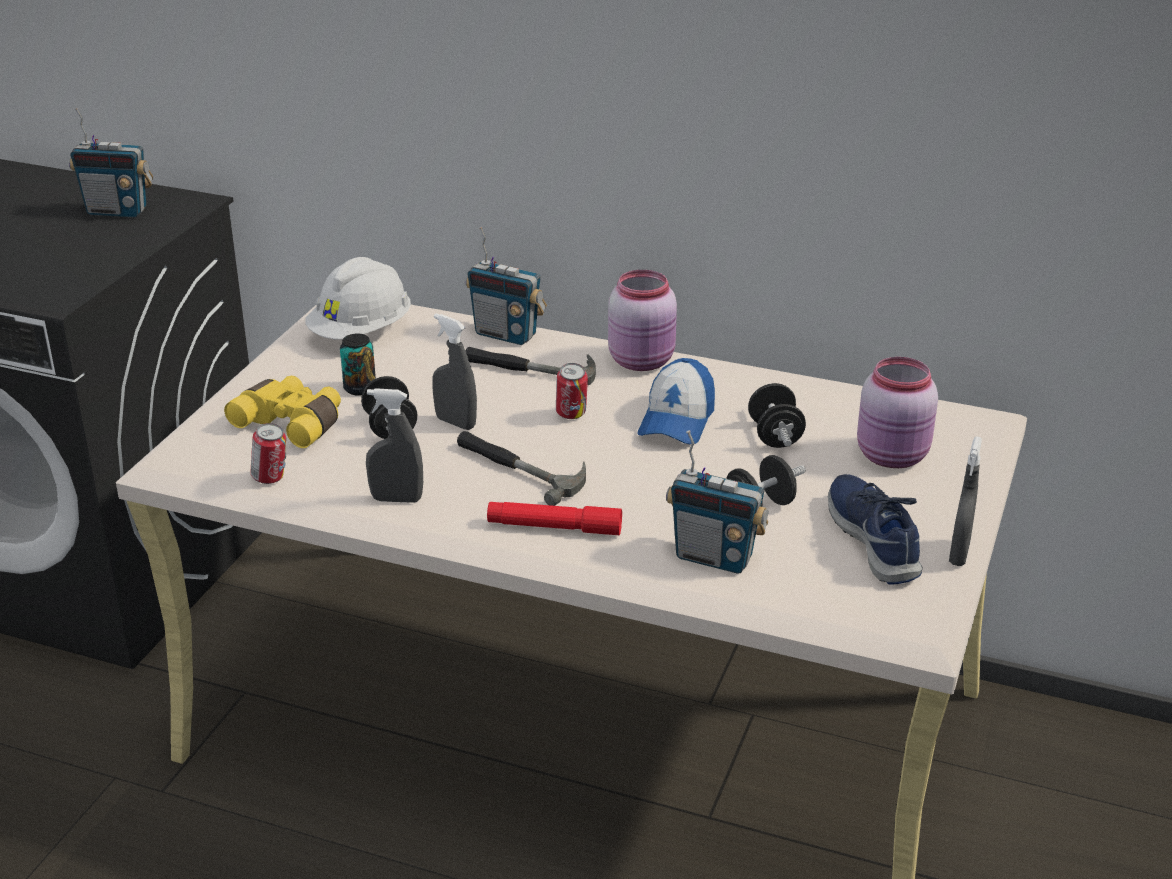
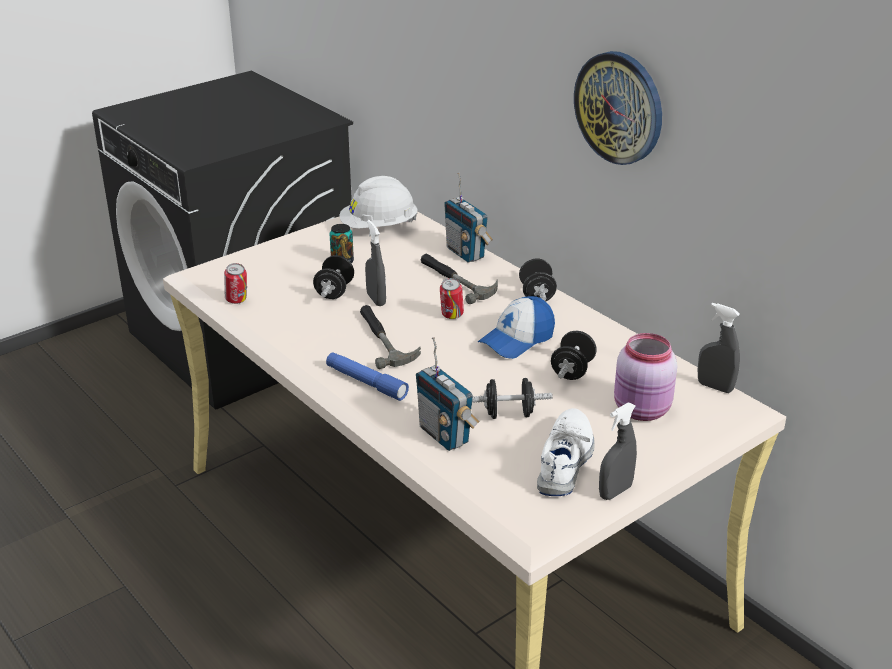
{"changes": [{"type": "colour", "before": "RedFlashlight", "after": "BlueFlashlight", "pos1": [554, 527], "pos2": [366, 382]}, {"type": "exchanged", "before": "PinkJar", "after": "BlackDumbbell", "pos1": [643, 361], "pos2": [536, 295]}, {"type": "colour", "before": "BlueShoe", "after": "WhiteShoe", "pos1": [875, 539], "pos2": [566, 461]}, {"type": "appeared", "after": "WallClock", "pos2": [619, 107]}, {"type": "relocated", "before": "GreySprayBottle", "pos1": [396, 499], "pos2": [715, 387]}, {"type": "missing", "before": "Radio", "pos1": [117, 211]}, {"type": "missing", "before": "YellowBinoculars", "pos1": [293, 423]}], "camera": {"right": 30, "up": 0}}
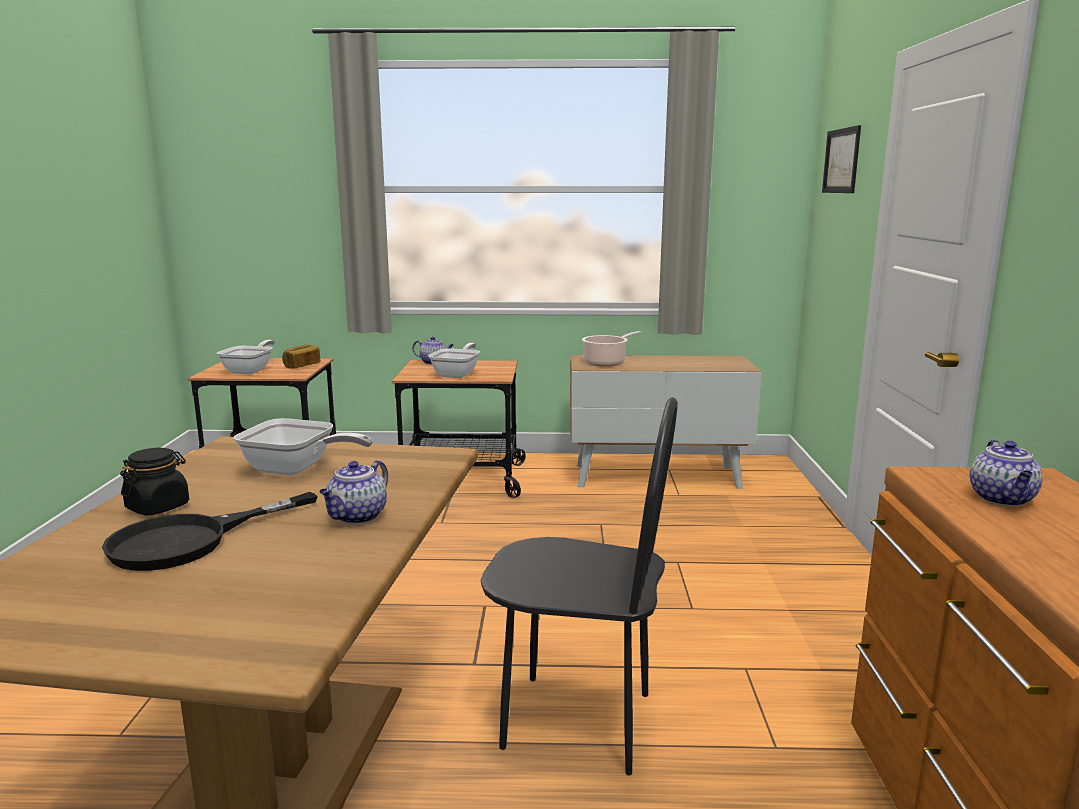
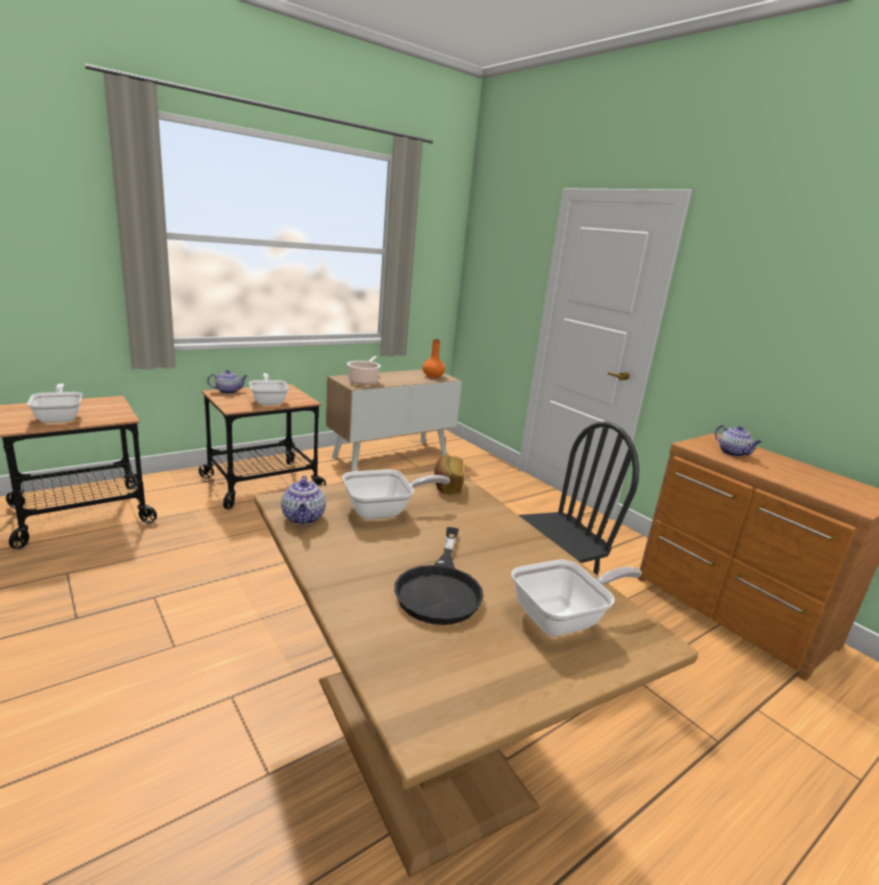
{"changes": [{"type": "relocated", "before": "Teapot", "pos1": [357, 517], "pos2": [304, 518]}, {"type": "appeared", "after": "OrangeVase", "pos2": [433, 376]}, {"type": "relocated", "before": "Bread", "pos1": [301, 366], "pos2": [447, 485]}, {"type": "appeared", "after": "FryingPan", "pos2": [564, 619]}, {"type": "missing", "before": "BlackJar", "pos1": [158, 507]}, {"type": "missing", "before": "Picture", "pos1": [841, 161]}], "camera": {"right": -40, "up": 5}}
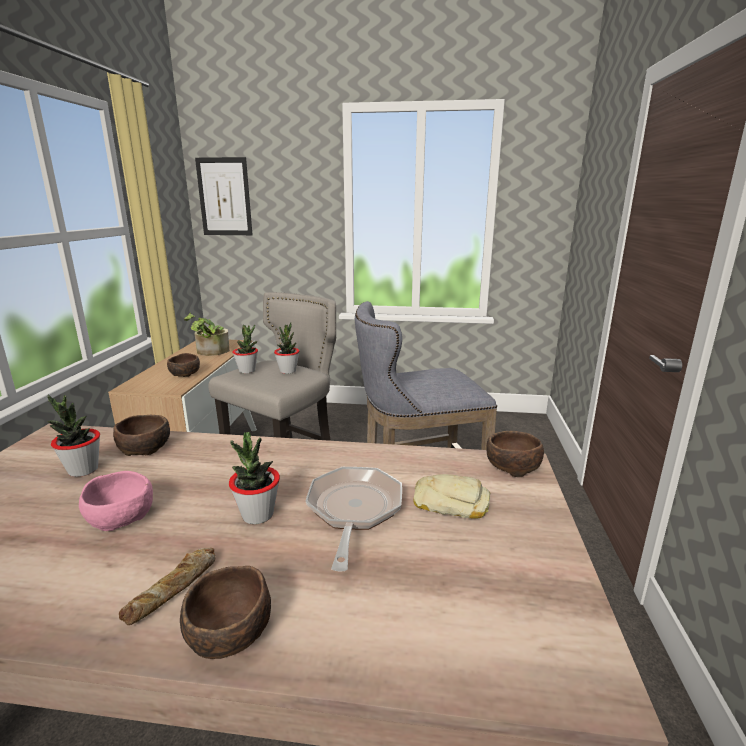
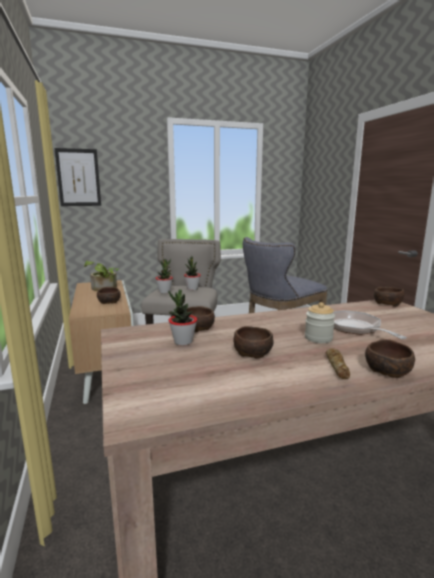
{"changes": [{"type": "colour", "before": "PinkBowl", "after": "BrownBowl", "pos1": [122, 517], "pos2": [254, 352]}, {"type": "exchanged", "before": "PottedPlant", "after": "Jar", "pos1": [257, 515], "pos2": [318, 338]}, {"type": "missing", "before": "Bread", "pos1": [450, 503]}], "camera": {"right": -25, "up": -5}}
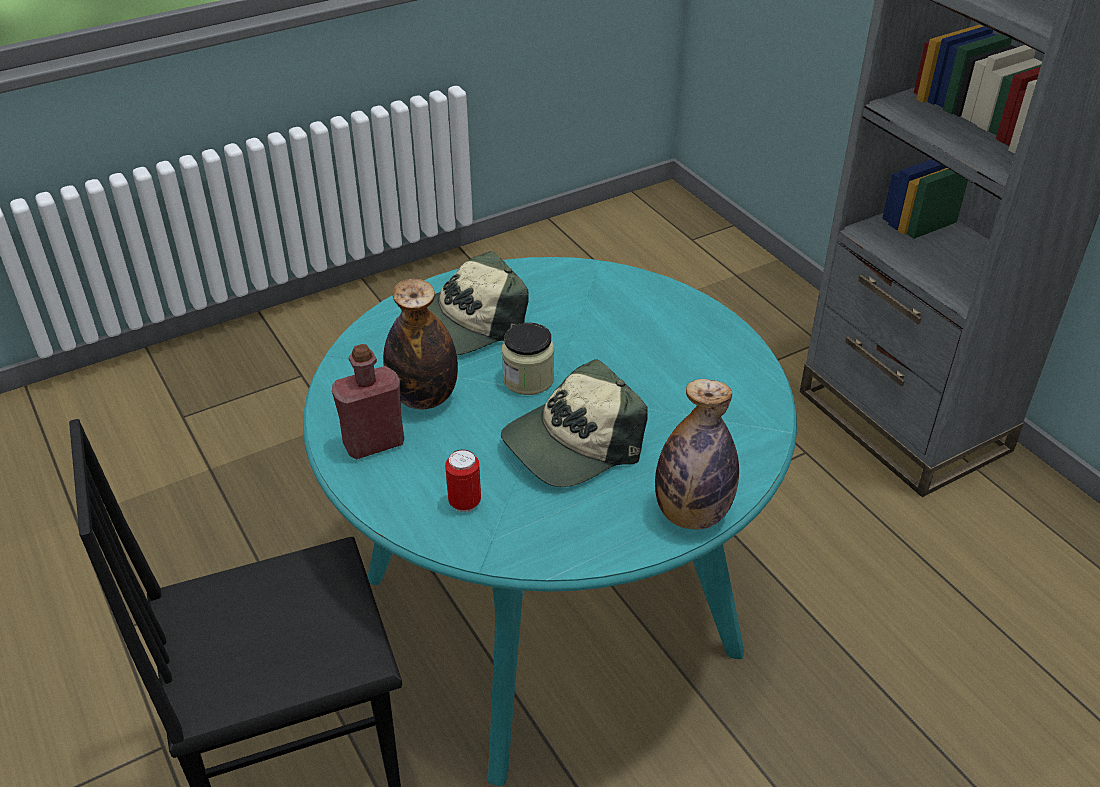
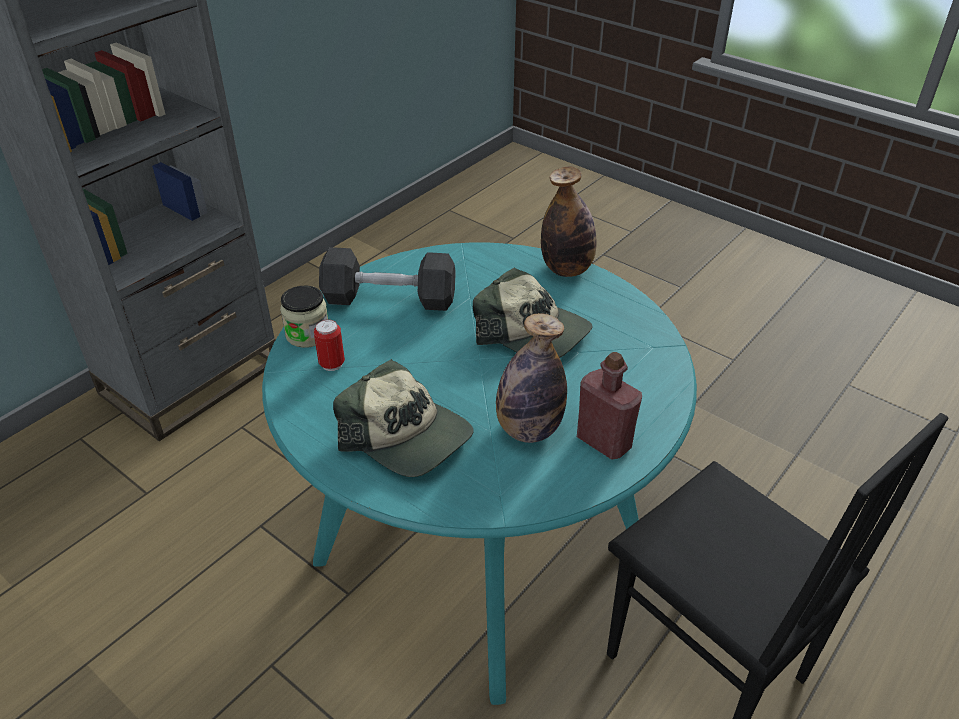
{"changes": [{"type": "relocated", "before": "Jar", "pos1": [528, 379], "pos2": [308, 334]}, {"type": "relocated", "before": "Can", "pos1": [465, 503], "pos2": [332, 364]}, {"type": "appeared", "after": "GreyDumbbell", "pos2": [389, 298]}], "camera": {"right": -110, "up": 0}}
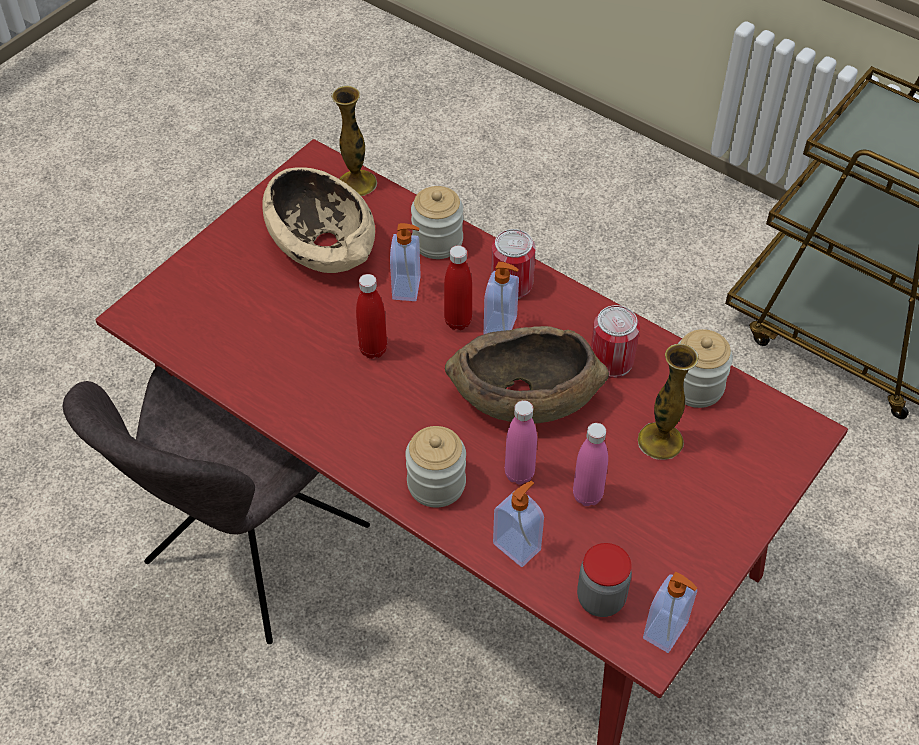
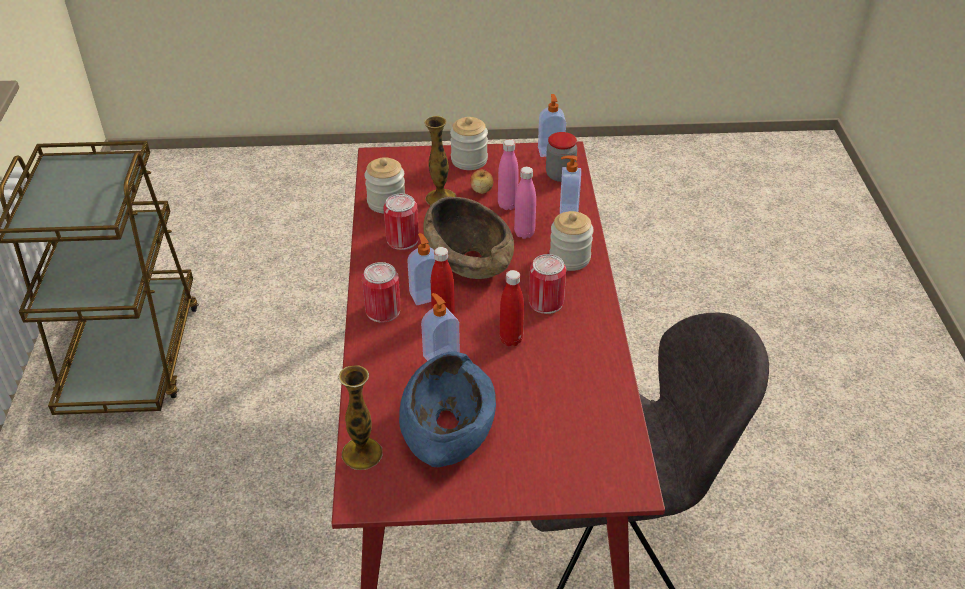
{"changes": [{"type": "colour", "before": "BeigeBowl", "after": "BlueBowl", "pos1": [322, 243], "pos2": [447, 429]}, {"type": "relocated", "before": "Jar", "pos1": [437, 241], "pos2": [469, 160]}, {"type": "appeared", "after": "Apple", "pos2": [481, 190]}, {"type": "appeared", "after": "Can", "pos2": [546, 302]}], "camera": {"right": -130, "up": -10}}
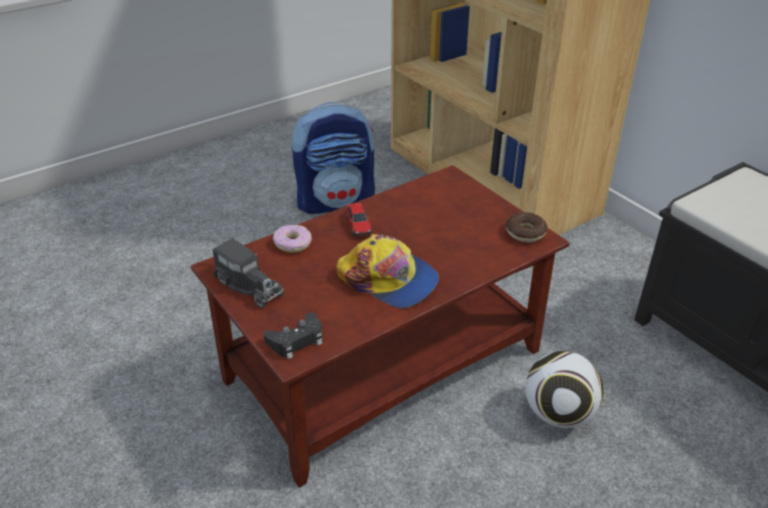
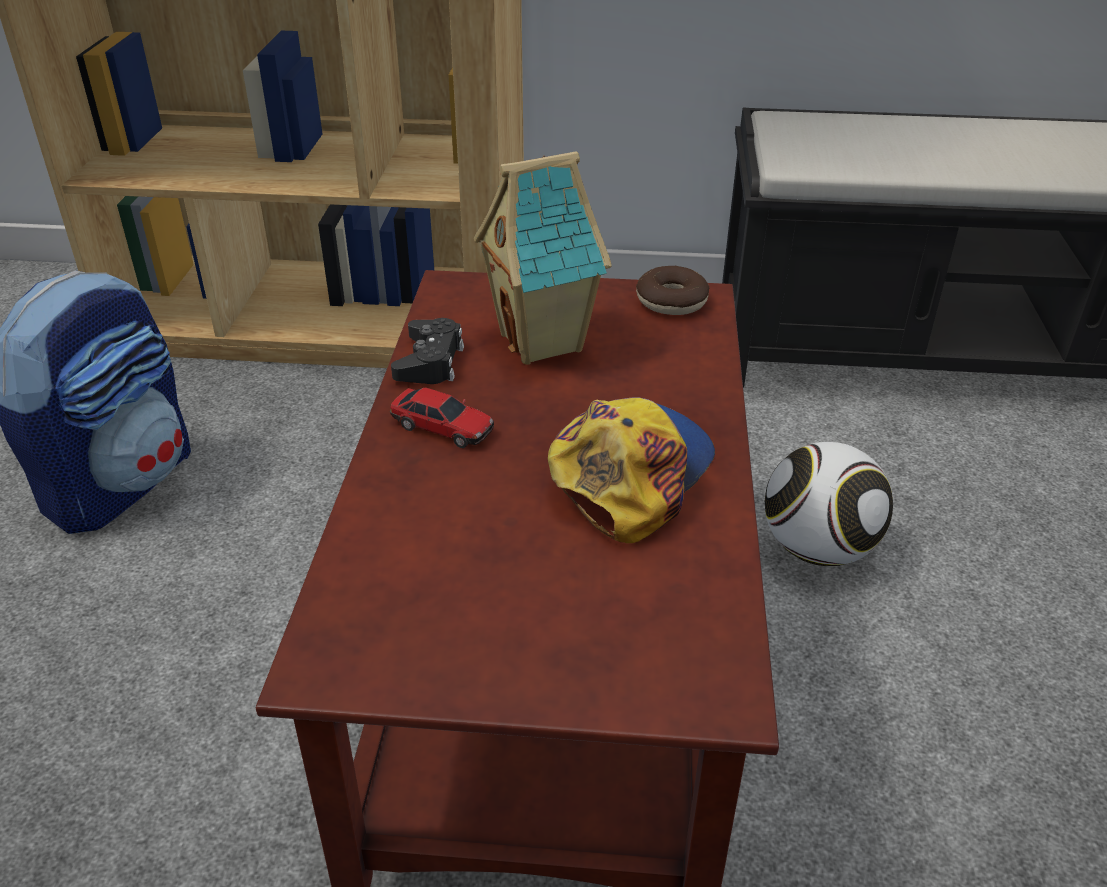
{"changes": [{"type": "relocated", "before": "BlackGameController", "pos1": [296, 340], "pos2": [430, 361]}, {"type": "appeared", "after": "ToyHouse", "pos2": [544, 342]}, {"type": "spun", "before": "Cap", "pos1": [389, 279], "pos2": [629, 472], "turn": -45}, {"type": "missing", "before": "ToyTruck", "pos1": [247, 285]}, {"type": "missing", "before": "Donut", "pos1": [293, 243]}], "camera": {"right": -50, "up": 0}}
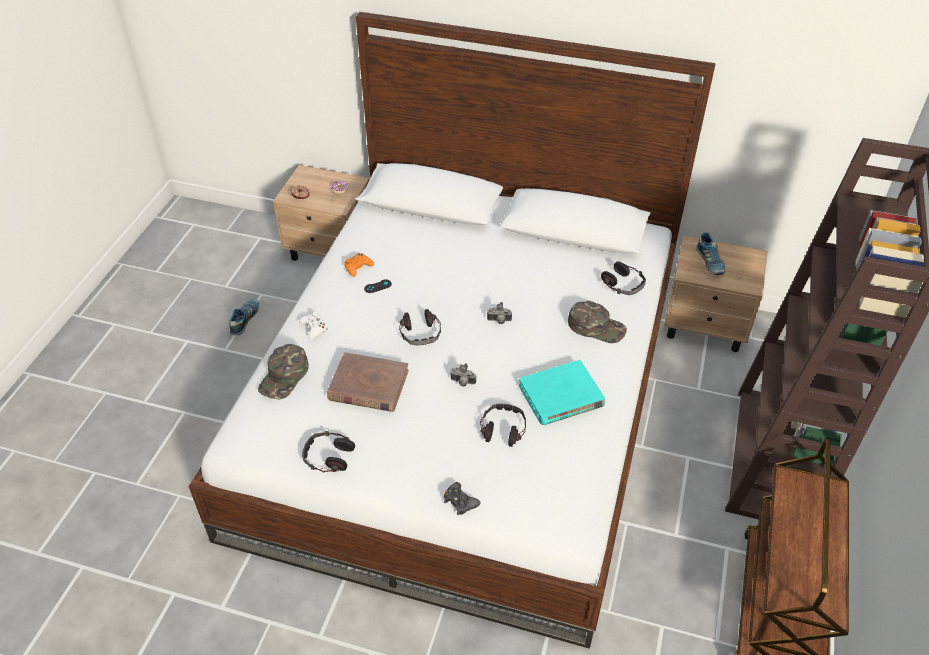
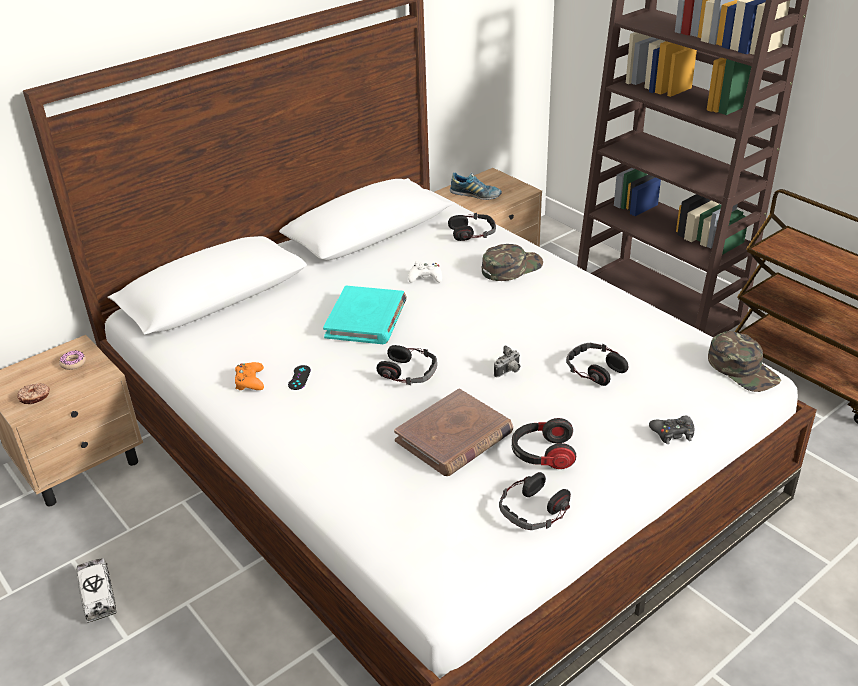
{"changes": [{"type": "exchanged", "before": "Shoe", "after": "ToyTruck", "pos1": [245, 320], "pos2": [98, 595]}, {"type": "relocated", "before": "TurquoiseBook", "pos1": [561, 396], "pos2": [366, 319]}, {"type": "relocated", "before": "WhiteGameController", "pos1": [314, 328], "pos2": [425, 277]}, {"type": "appeared", "after": "Headphones", "pos2": [542, 454]}, {"type": "relocated", "before": "GreenCap", "pos1": [284, 377], "pos2": [743, 369]}, {"type": "missing", "before": "PhotoCamera", "pos1": [499, 321]}], "camera": {"right": -55, "up": -10}}
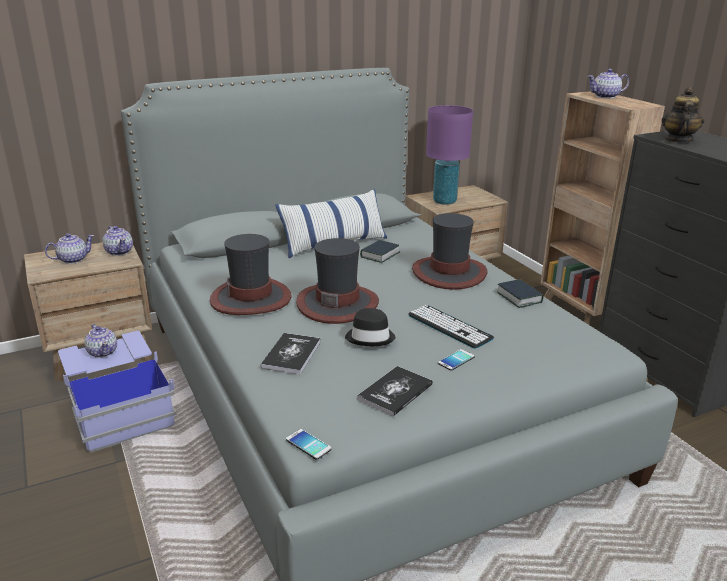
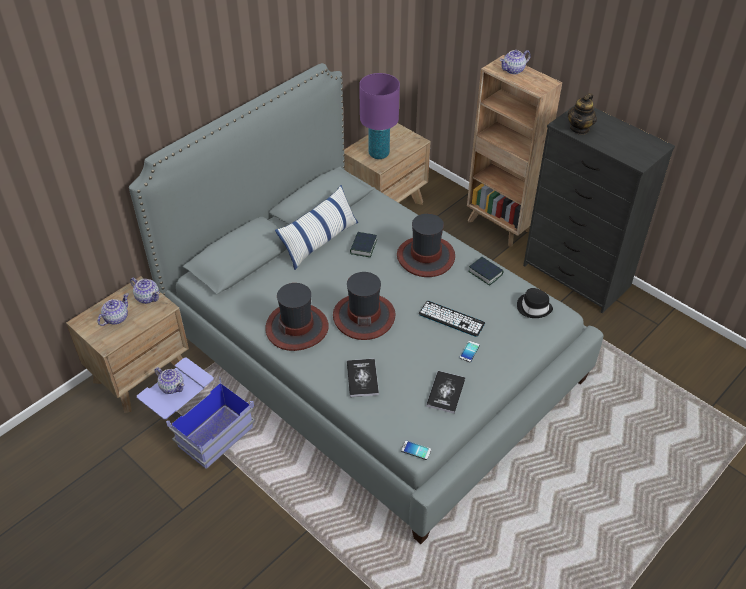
{"changes": [{"type": "relocated", "before": "BlackHat", "pos1": [370, 337], "pos2": [534, 307]}, {"type": "spun", "before": "Teapot", "pos1": [678, 140], "pos2": [579, 128], "turn": -150}], "camera": {"right": -20, "up": 20}}
